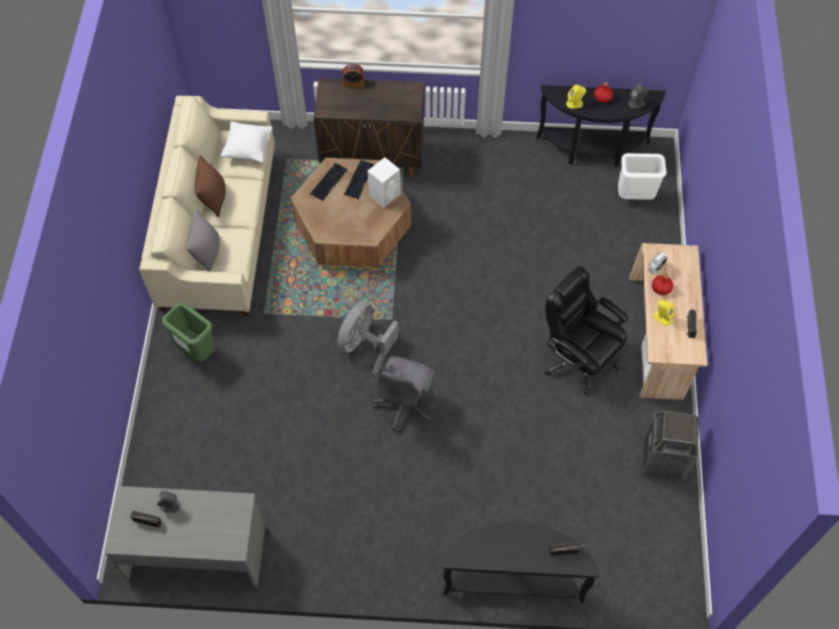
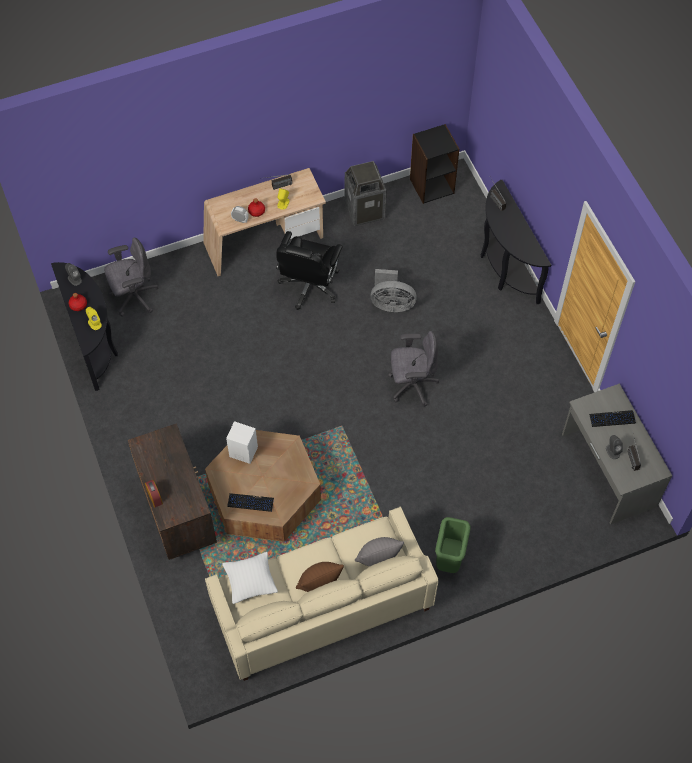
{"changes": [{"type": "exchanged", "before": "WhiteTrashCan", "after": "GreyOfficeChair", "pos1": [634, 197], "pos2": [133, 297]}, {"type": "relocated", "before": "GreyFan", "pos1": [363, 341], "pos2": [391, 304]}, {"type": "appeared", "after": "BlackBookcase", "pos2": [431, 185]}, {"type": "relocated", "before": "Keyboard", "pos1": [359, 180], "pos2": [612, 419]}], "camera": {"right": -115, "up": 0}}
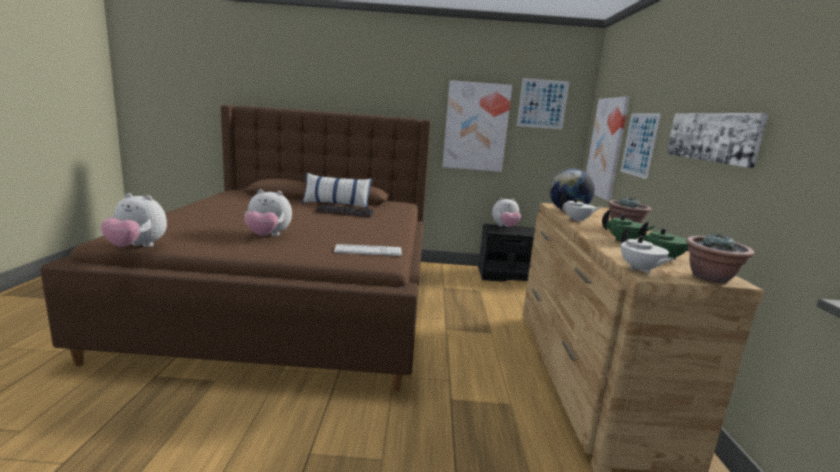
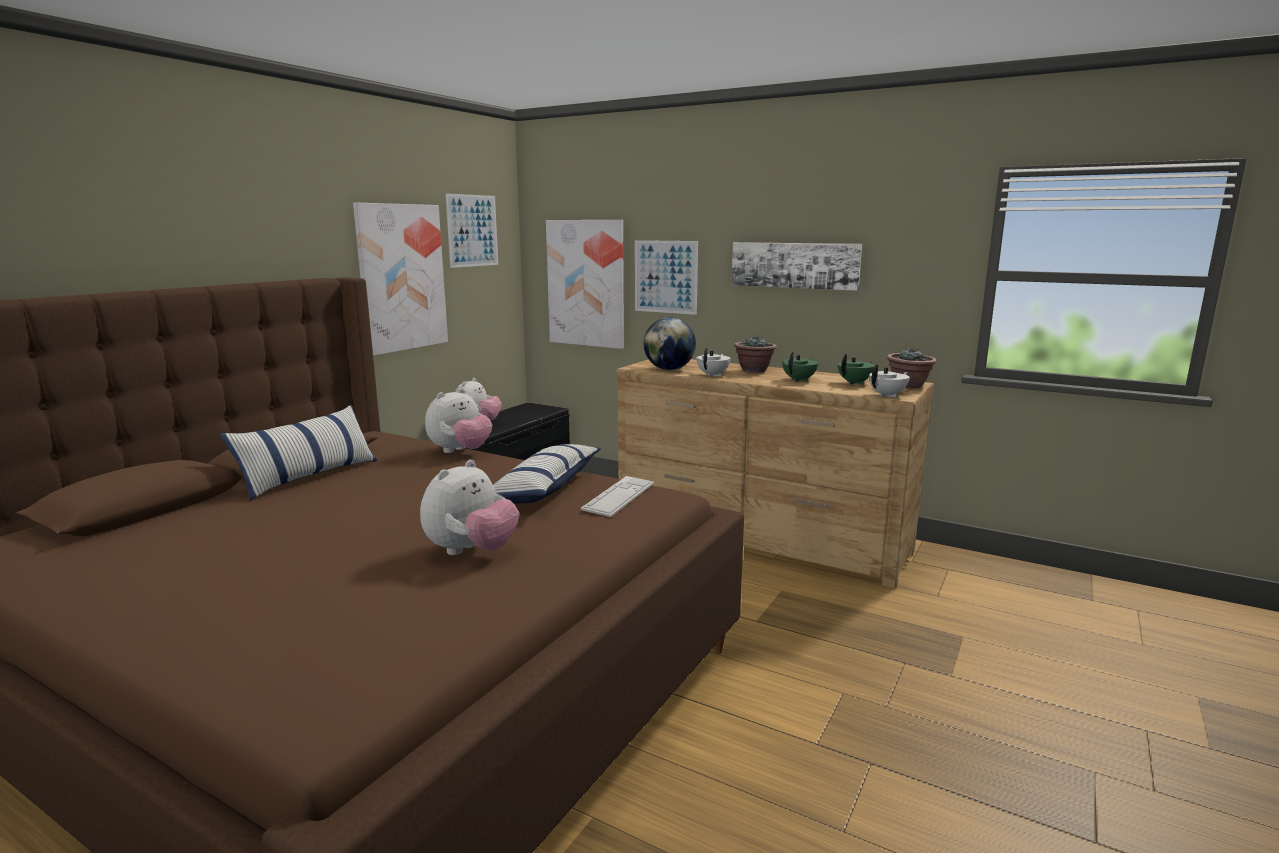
{"changes": [{"type": "relocated", "before": "PlushToy", "pos1": [137, 247], "pos2": [460, 451]}, {"type": "appeared", "after": "Pillow", "pos2": [543, 489]}, {"type": "spun", "before": "WhiteTeapot", "pos1": [640, 269], "pos2": [888, 395], "turn": -45}, {"type": "missing", "before": "Keyboard", "pos1": [346, 213]}], "camera": {"right": -60, "up": 0}}
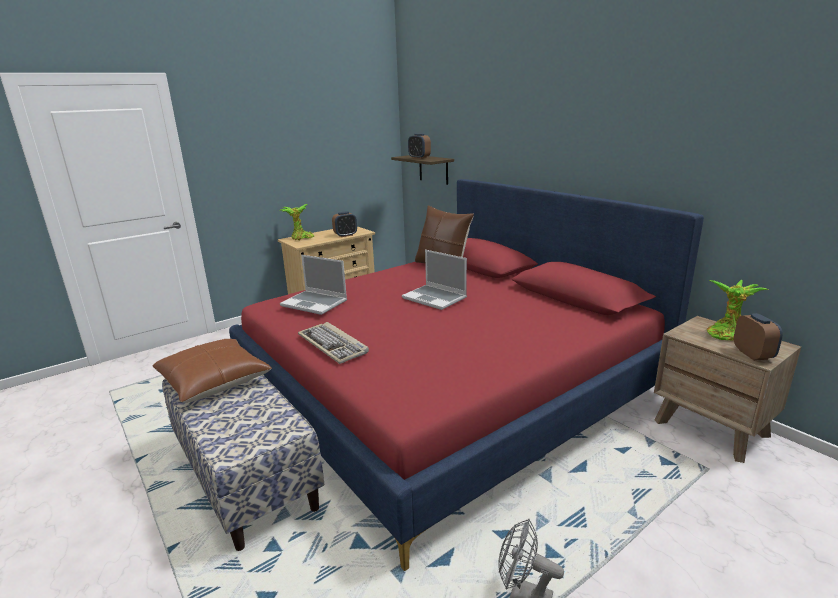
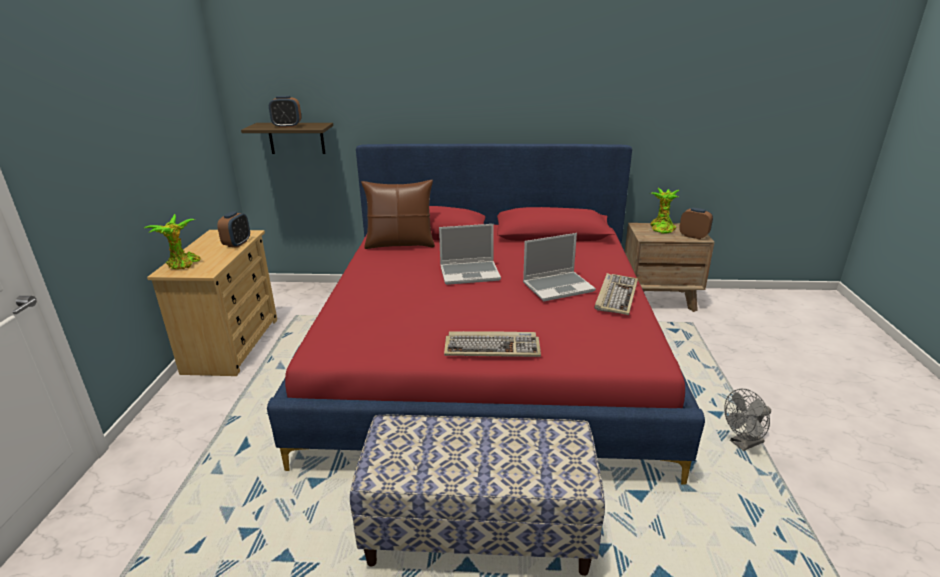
{"changes": [{"type": "relocated", "before": "Laptop", "pos1": [315, 303], "pos2": [558, 287]}, {"type": "appeared", "after": "Keyboard", "pos2": [616, 296]}, {"type": "missing", "before": "BrownPillow", "pos1": [214, 381]}], "camera": {"right": -50, "up": 5}}
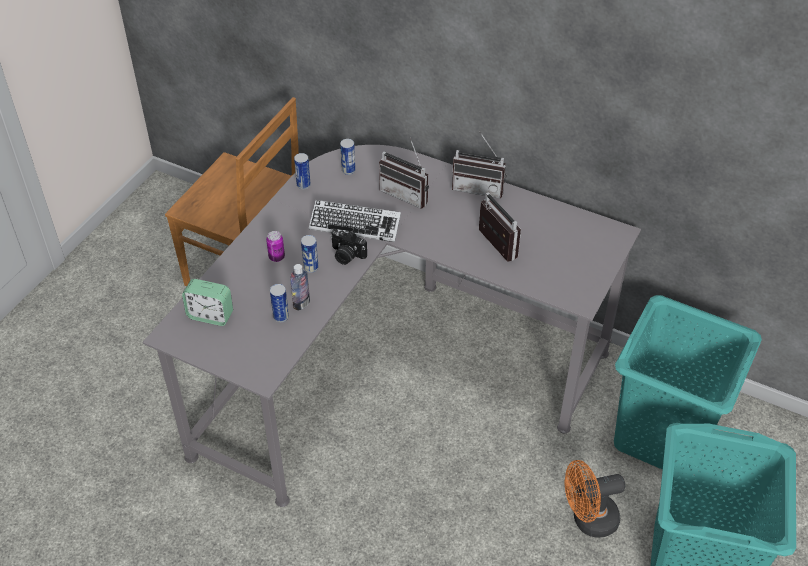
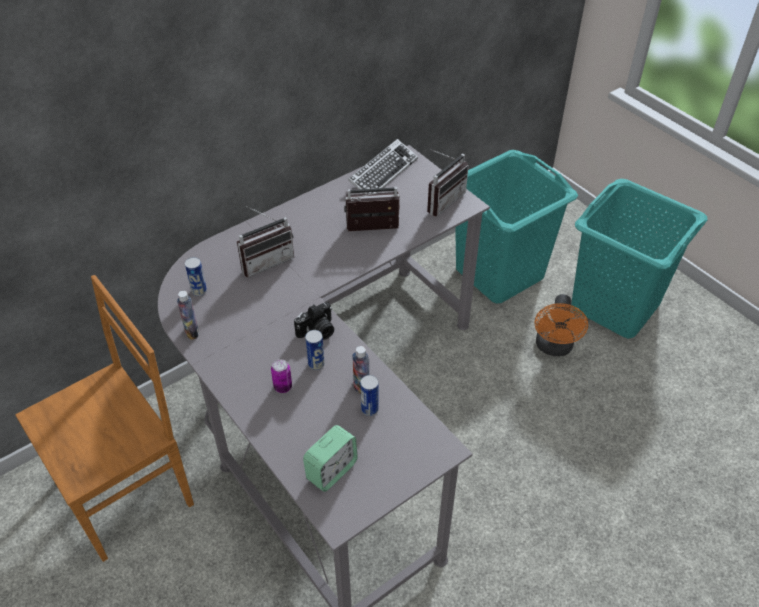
{"changes": [{"type": "exchanged", "before": "Can", "after": "Bottle", "pos1": [303, 185], "pos2": [192, 332]}, {"type": "relocated", "before": "Keyboard", "pos1": [355, 225], "pos2": [383, 173]}, {"type": "relocated", "before": "Radio", "pos1": [479, 187], "pos2": [442, 200]}], "camera": {"right": -65, "up": 0}}
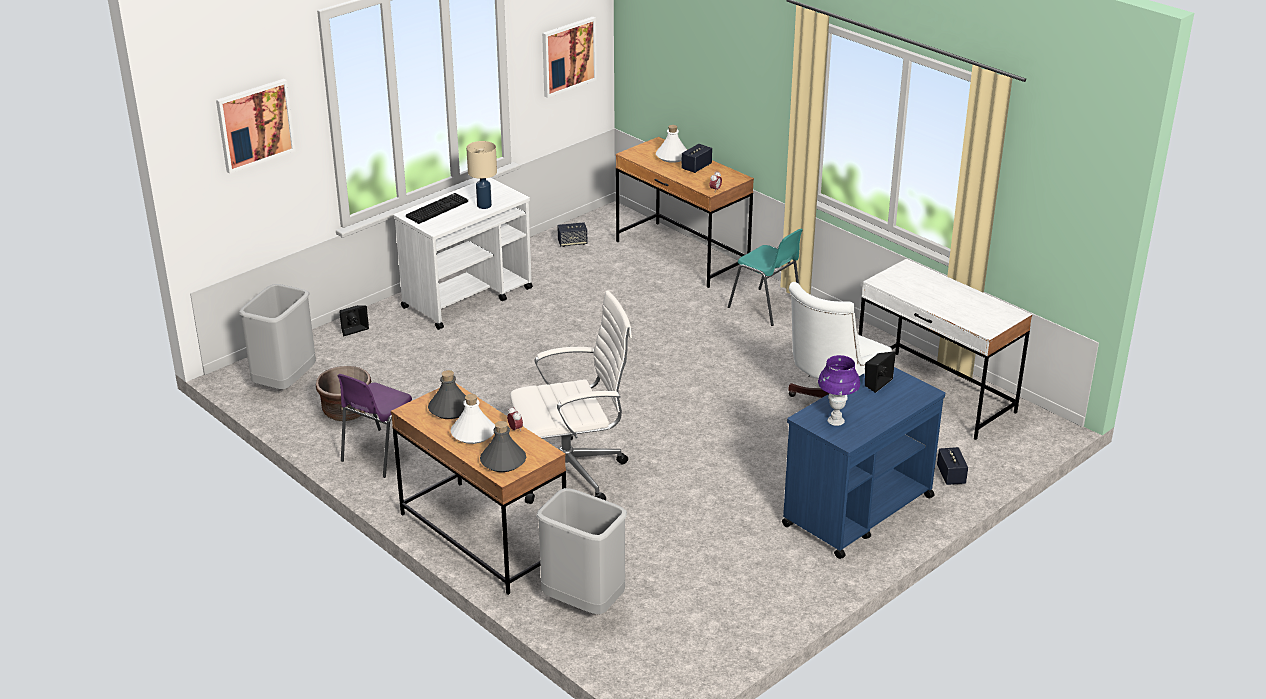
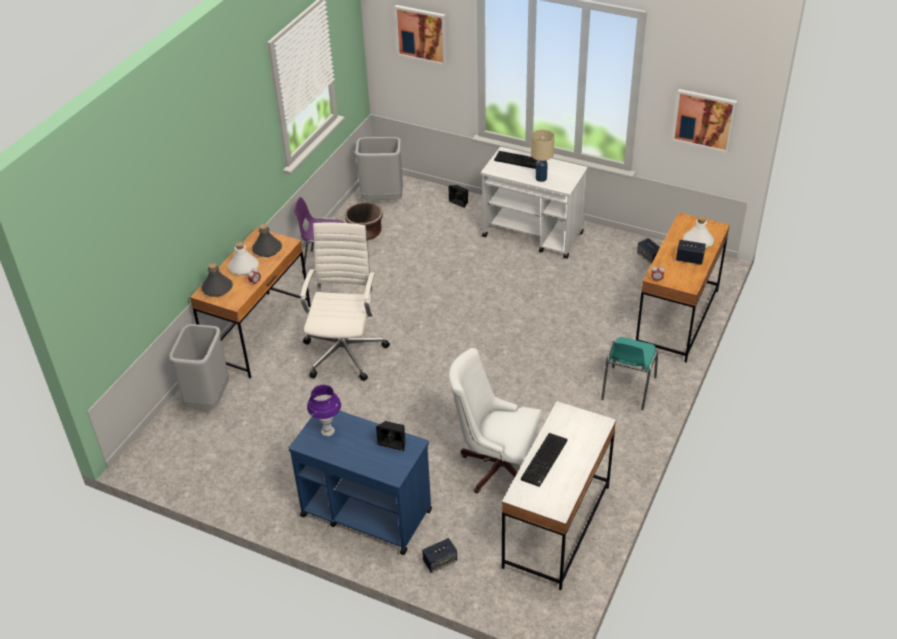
{"changes": [{"type": "spun", "before": "WhiteOfficeChair", "pos1": [572, 472], "pos2": [345, 351], "turn": -135}, {"type": "appeared", "after": "Keyboard", "pos2": [545, 461]}], "camera": {"right": 70, "up": 10}}
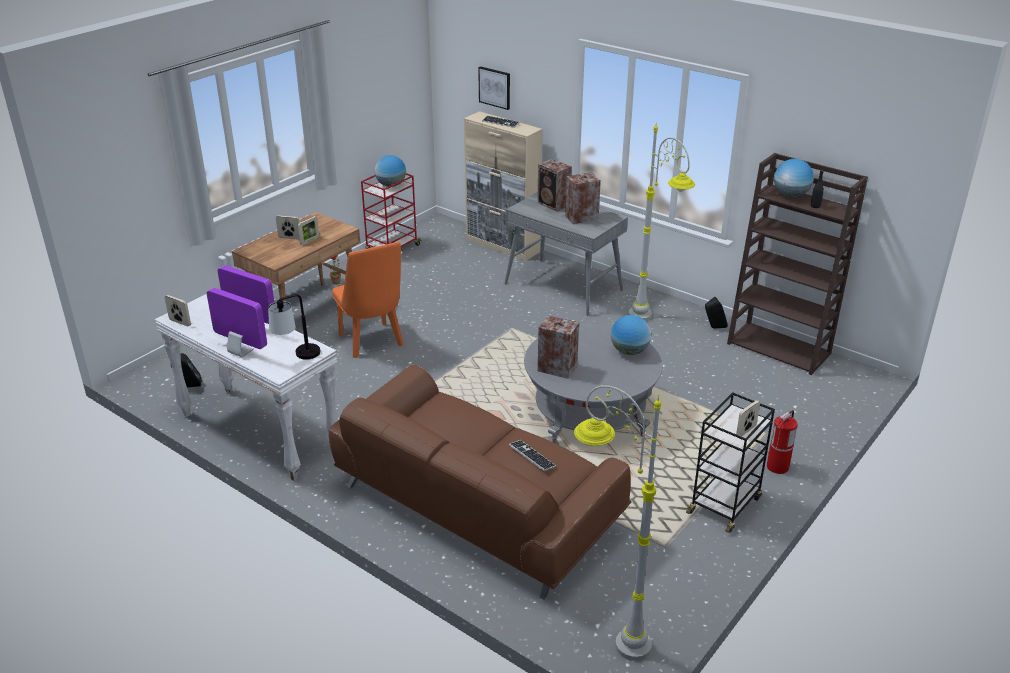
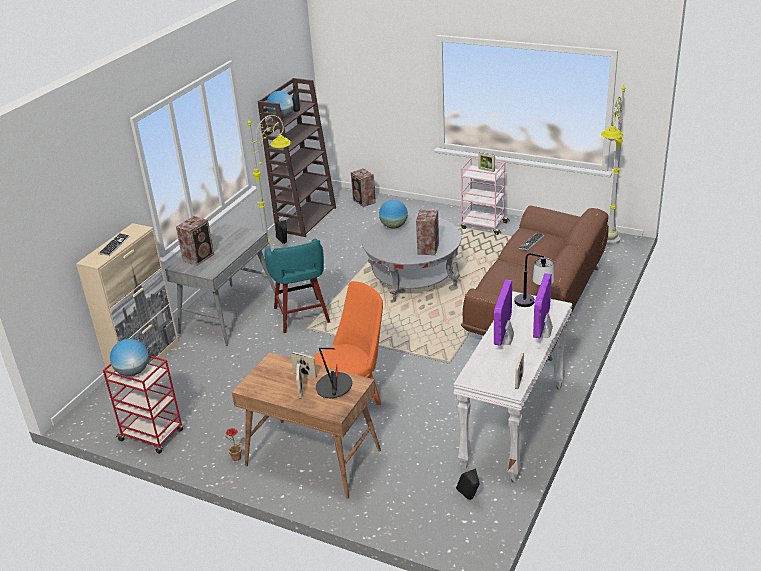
{"changes": [{"type": "appeared", "after": "TurquoiseStool", "pos2": [302, 316]}, {"type": "appeared", "after": "TableLamp", "pos2": [334, 386]}, {"type": "relocated", "before": "Speaker", "pos1": [580, 217], "pos2": [364, 201]}, {"type": "colour", "before": "BlackCart", "after": "PinkCart", "pos1": [724, 504], "pos2": [483, 225]}, {"type": "missing", "before": "Picture", "pos1": [495, 87]}, {"type": "missing", "before": "FireExtinguisher", "pos1": [777, 467]}], "camera": {"right": -100, "up": 0}}
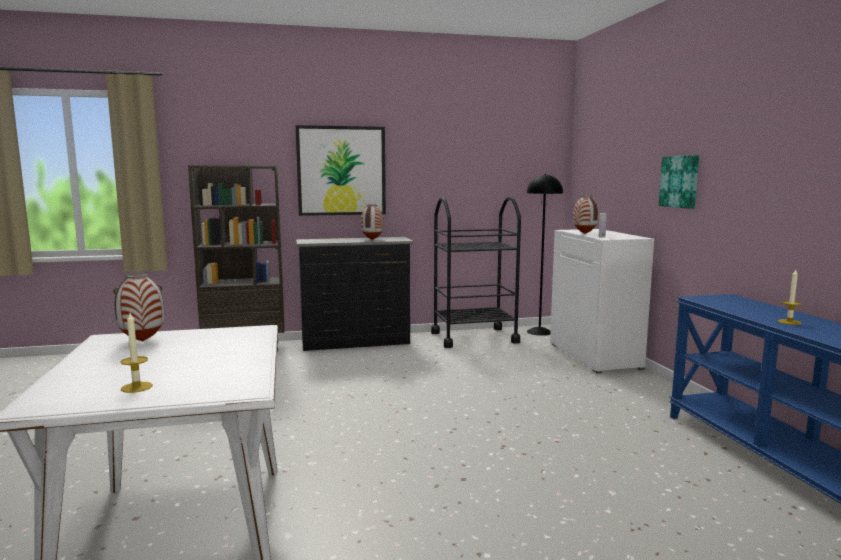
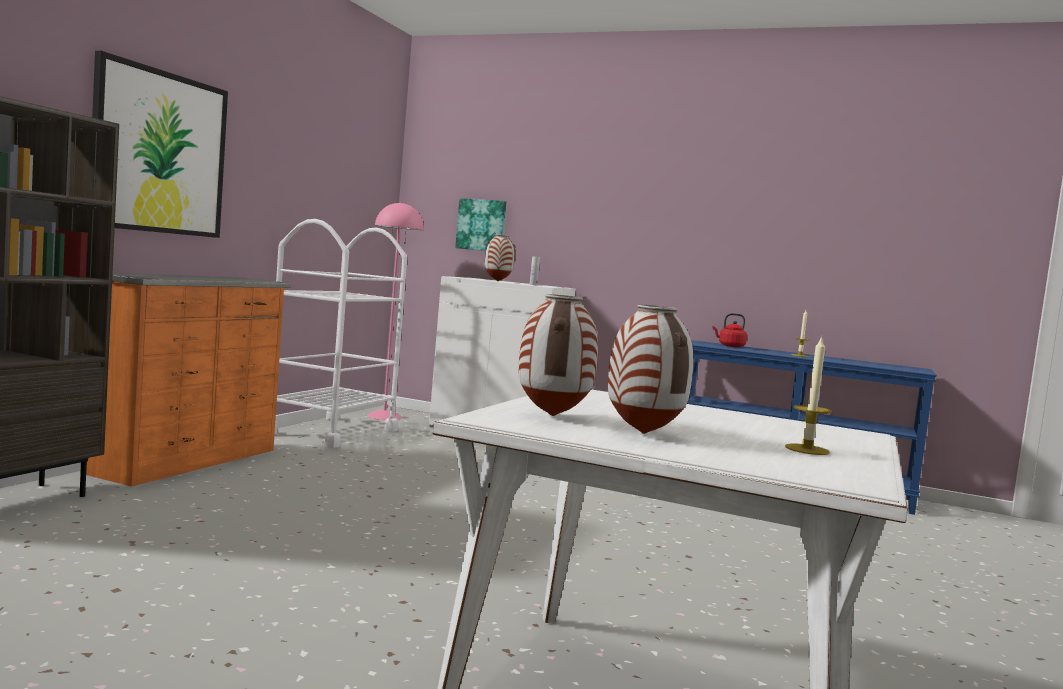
{"changes": [{"type": "colour", "before": "BlackDresser", "after": "OrangeDresser", "pos1": [356, 343], "pos2": [190, 461]}, {"type": "colour", "before": "BlackCart", "after": "WhiteCart", "pos1": [474, 337], "pos2": [332, 432]}, {"type": "colour", "before": "BlackFloorLamp", "after": "PinkFloorLamp", "pos1": [539, 332], "pos2": [384, 416]}, {"type": "relocated", "before": "Picture", "pos1": [680, 181], "pos2": [481, 225]}, {"type": "relocated", "before": "Vase", "pos1": [372, 239], "pos2": [645, 434]}, {"type": "appeared", "after": "RedKettle", "pos2": [730, 346]}], "camera": {"right": -55, "up": -5}}
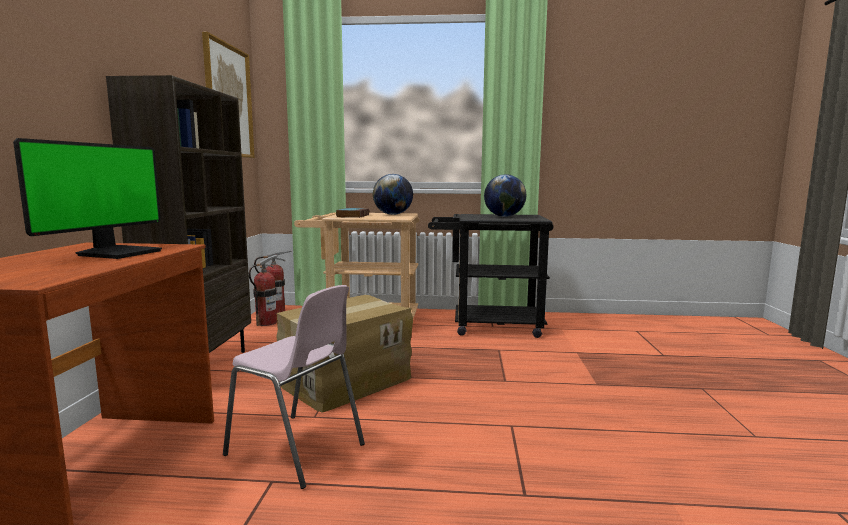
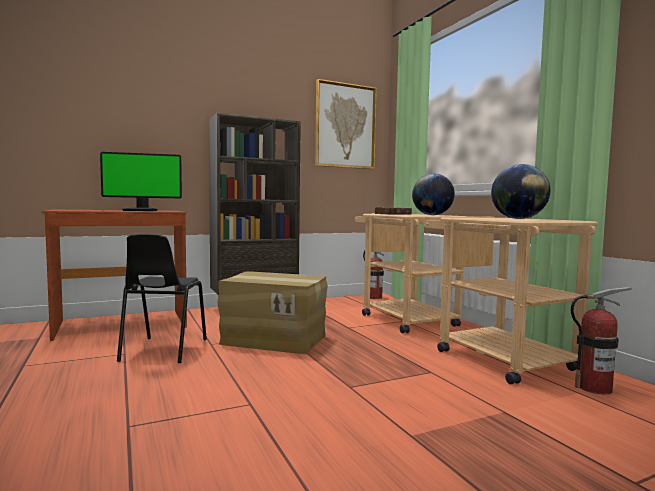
{"changes": [{"type": "colour", "before": "PinkChair", "after": "BlackChair", "pos1": [296, 450], "pos2": [163, 350]}, {"type": "colour", "before": "BlackCart", "after": "BeigeCart", "pos1": [487, 325], "pos2": [495, 356]}, {"type": "relocated", "before": "FireExtinguisher", "pos1": [266, 323], "pos2": [594, 388]}], "camera": {"right": 60, "up": -5}}
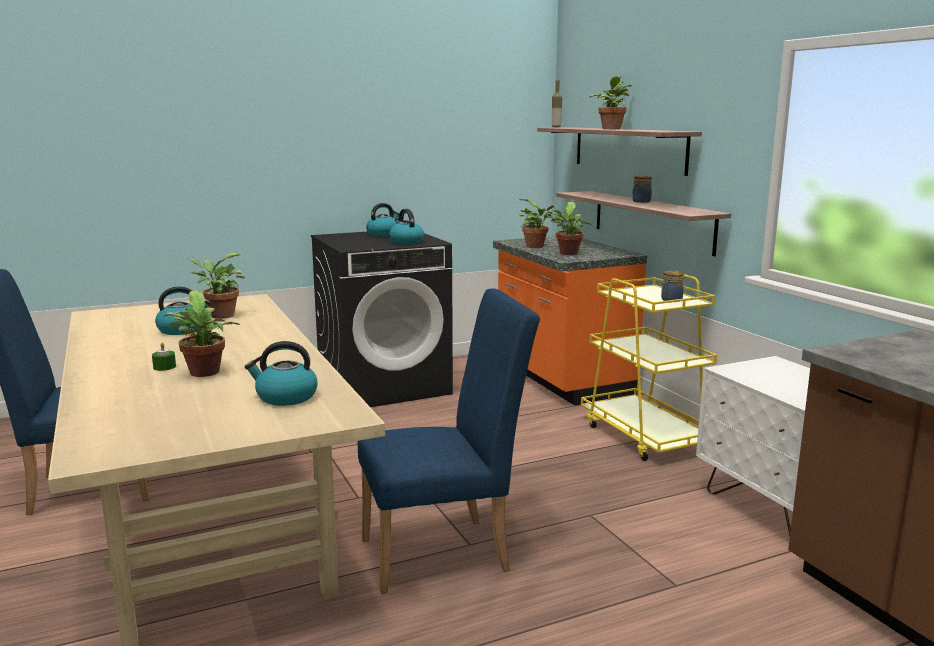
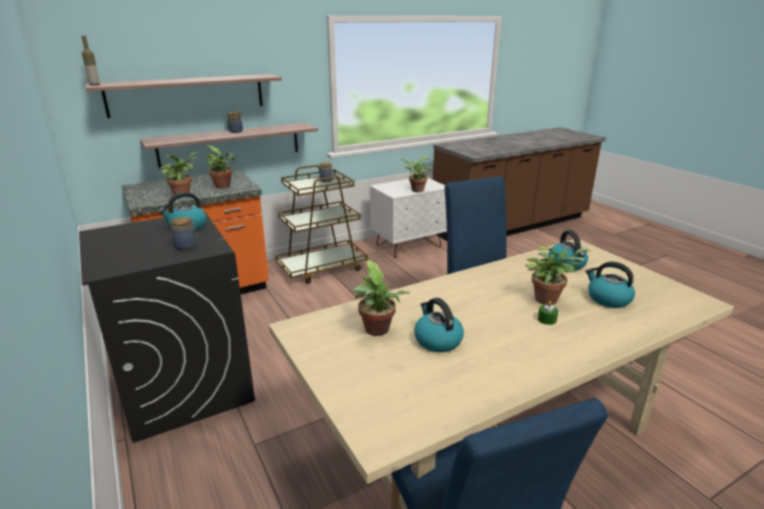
{"changes": [{"type": "appeared", "after": "Jar", "pos2": [186, 247]}, {"type": "colour", "before": "YellowCart", "after": "BrownCart", "pos1": [645, 435], "pos2": [322, 268]}, {"type": "relocated", "before": "PottedPlant", "pos1": [611, 129], "pos2": [416, 190]}, {"type": "relocated", "before": "Kettle", "pos1": [383, 234], "pos2": [608, 299]}], "camera": {"right": -95, "up": 10}}
